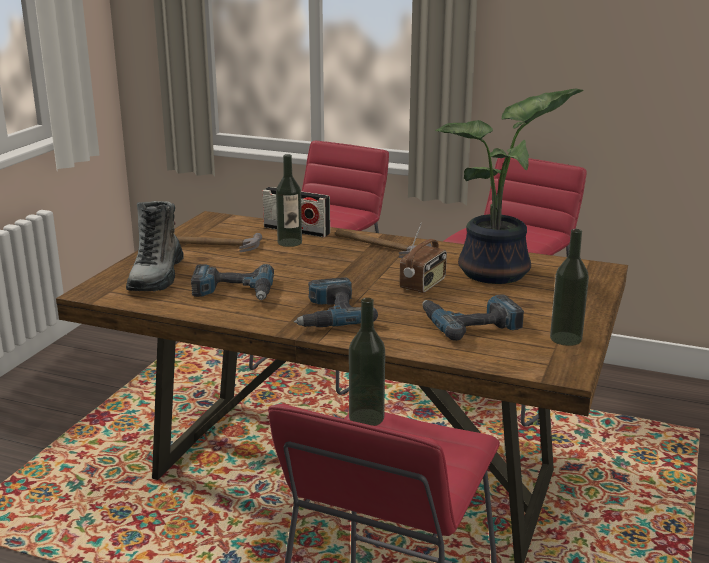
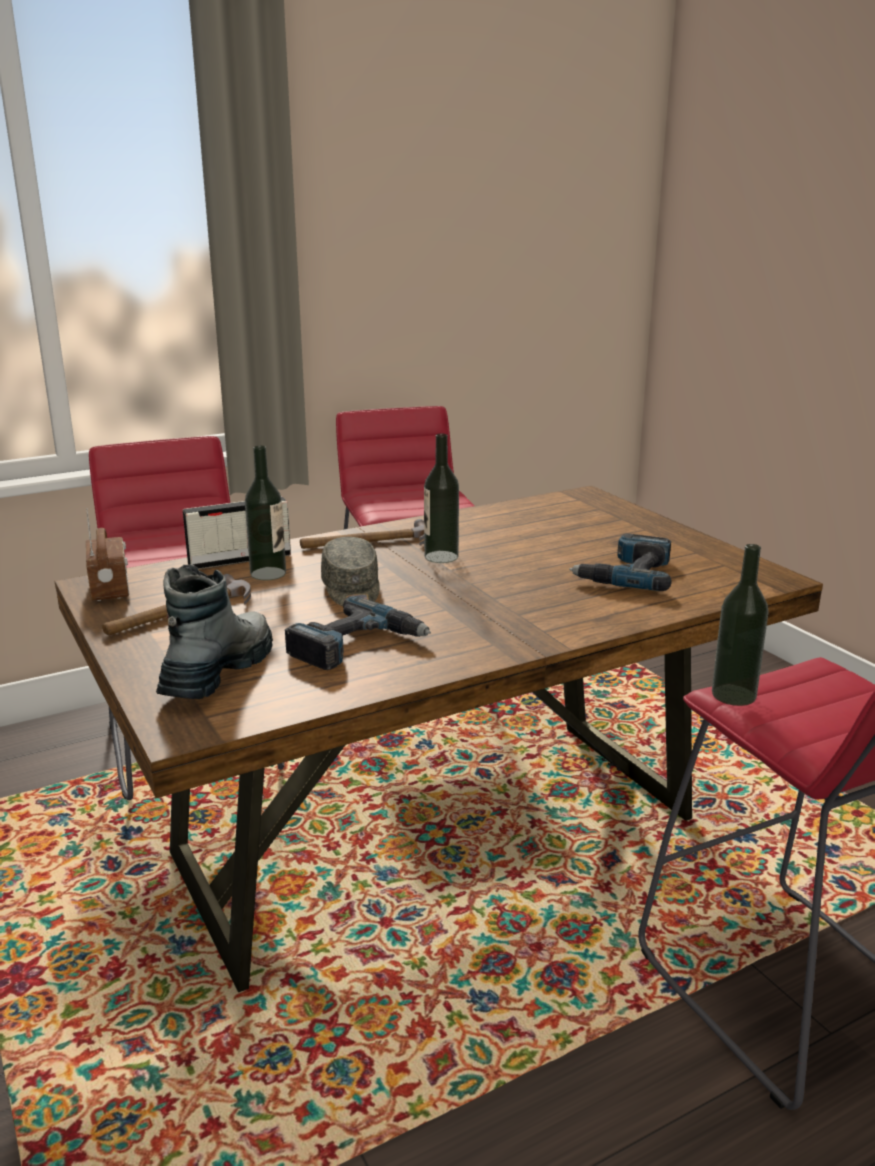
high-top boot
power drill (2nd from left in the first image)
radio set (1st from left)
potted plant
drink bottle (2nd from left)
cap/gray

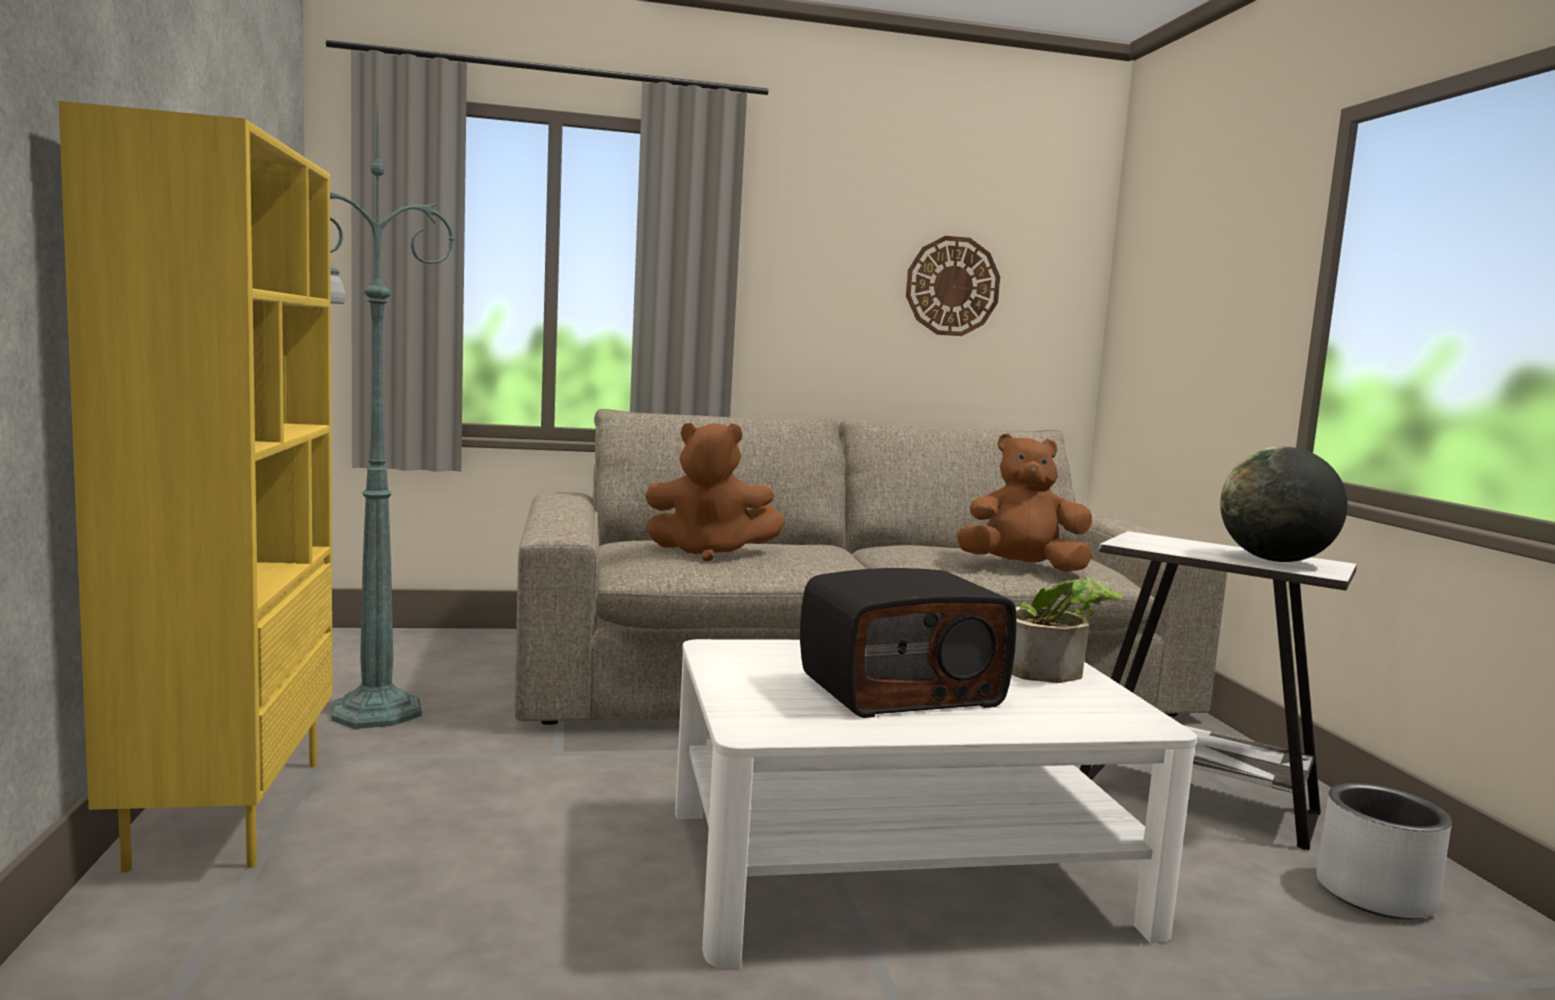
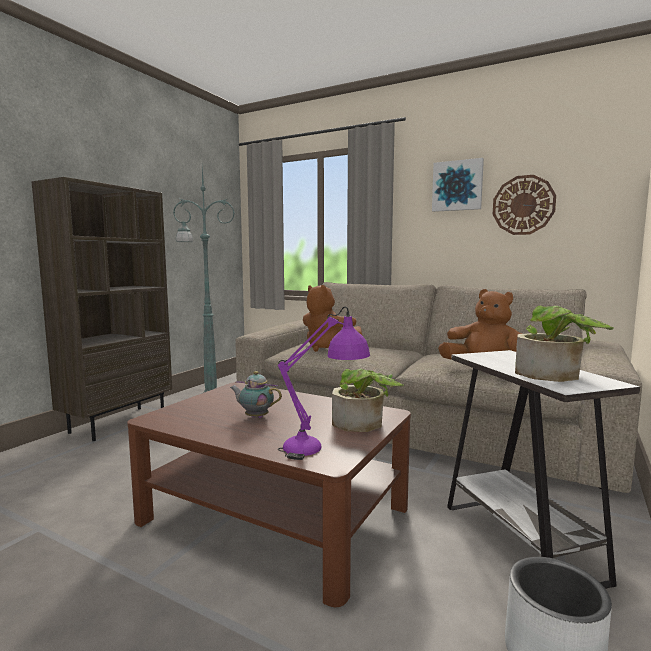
shelving unit/brownish
coffee table/brownish
teapot
potted plant (2nd from left)
table lamp/purple
picture

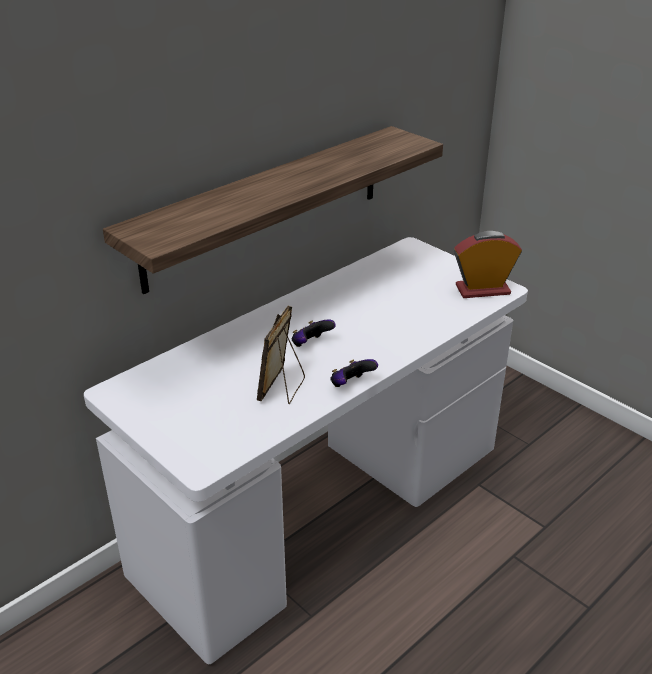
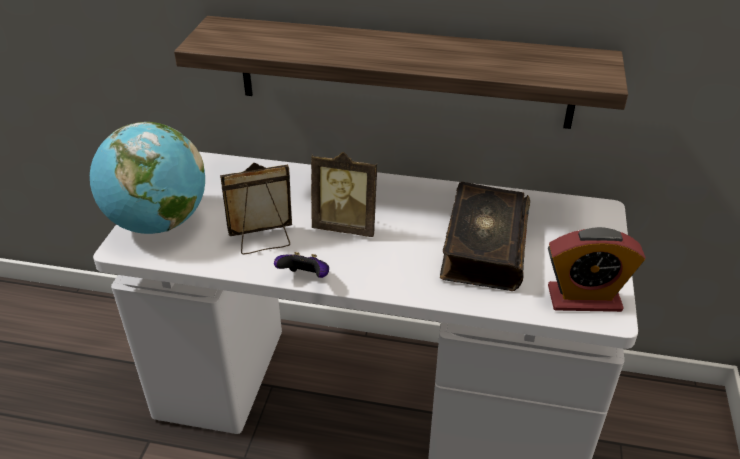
photo frame (2nd from left)
alarm clock
world globe
book

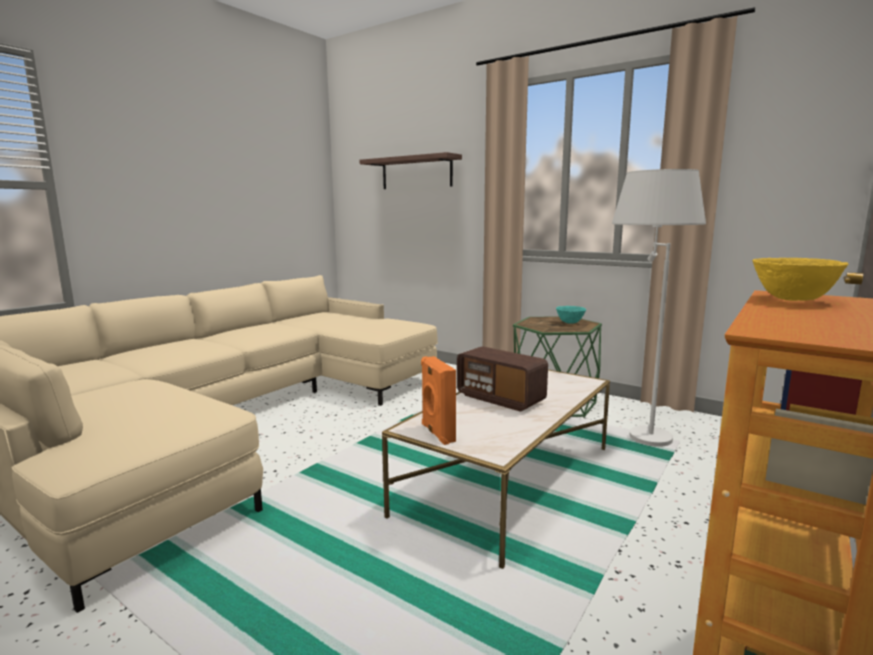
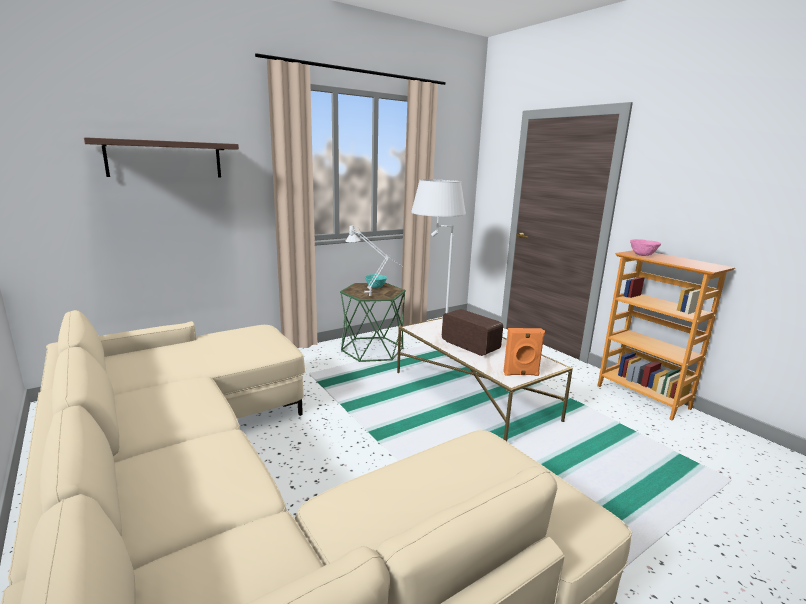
radio set
serving bowl/pink-coloured
table lamp/gray

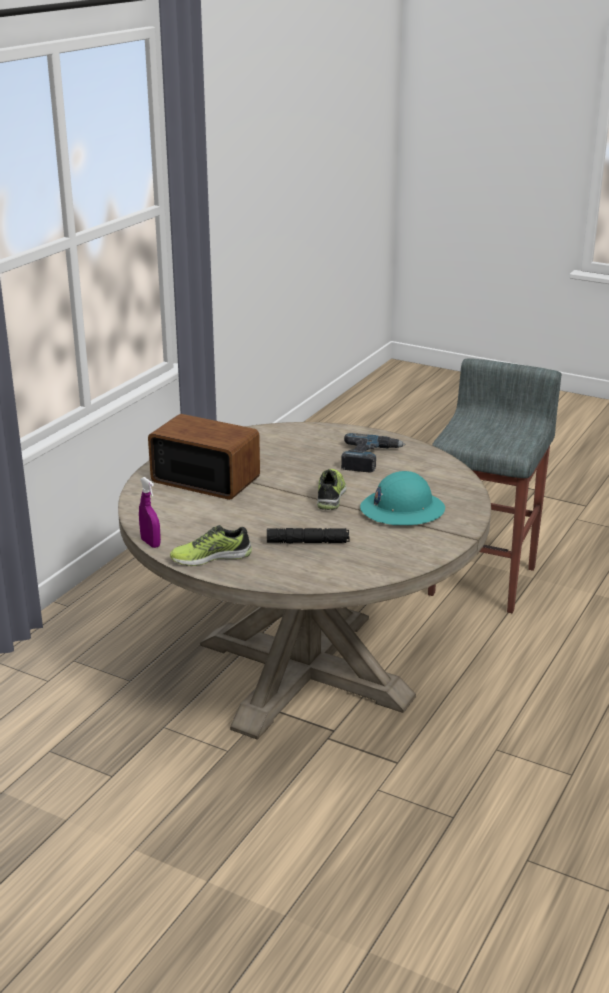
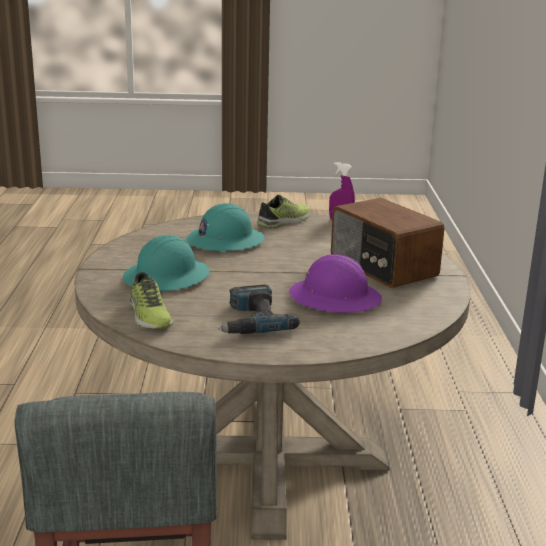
radio set
hard hat/turquoise-coloured (2nd from left)
item of footwear (1st from left)
hard hat/purple

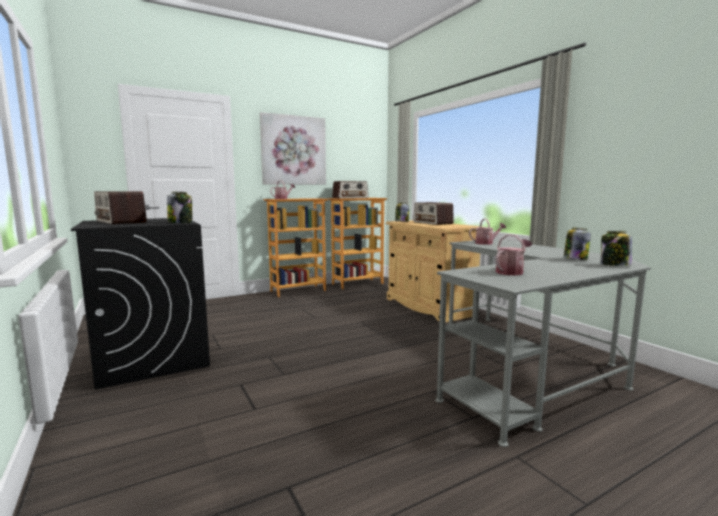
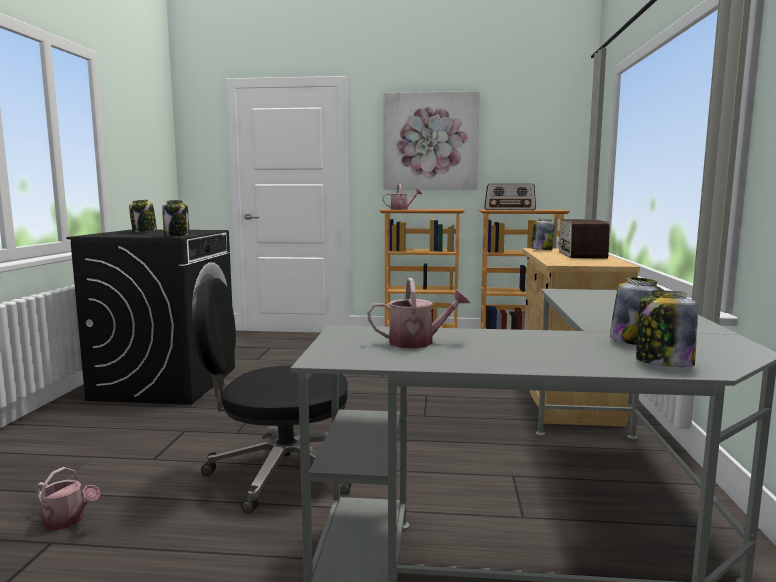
storage jar (1st from left)
sprinkling can (1st from left)
computer chair/black-coloured

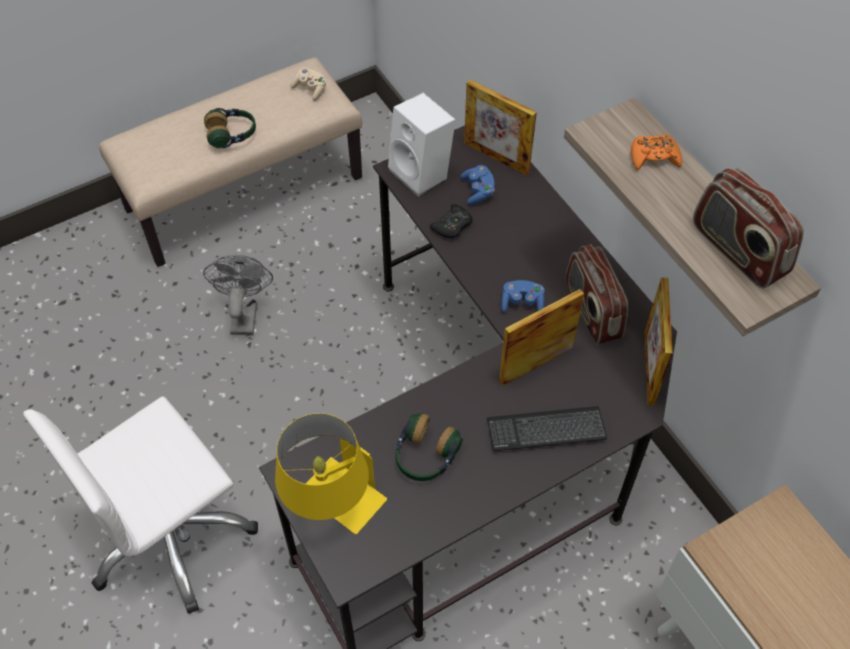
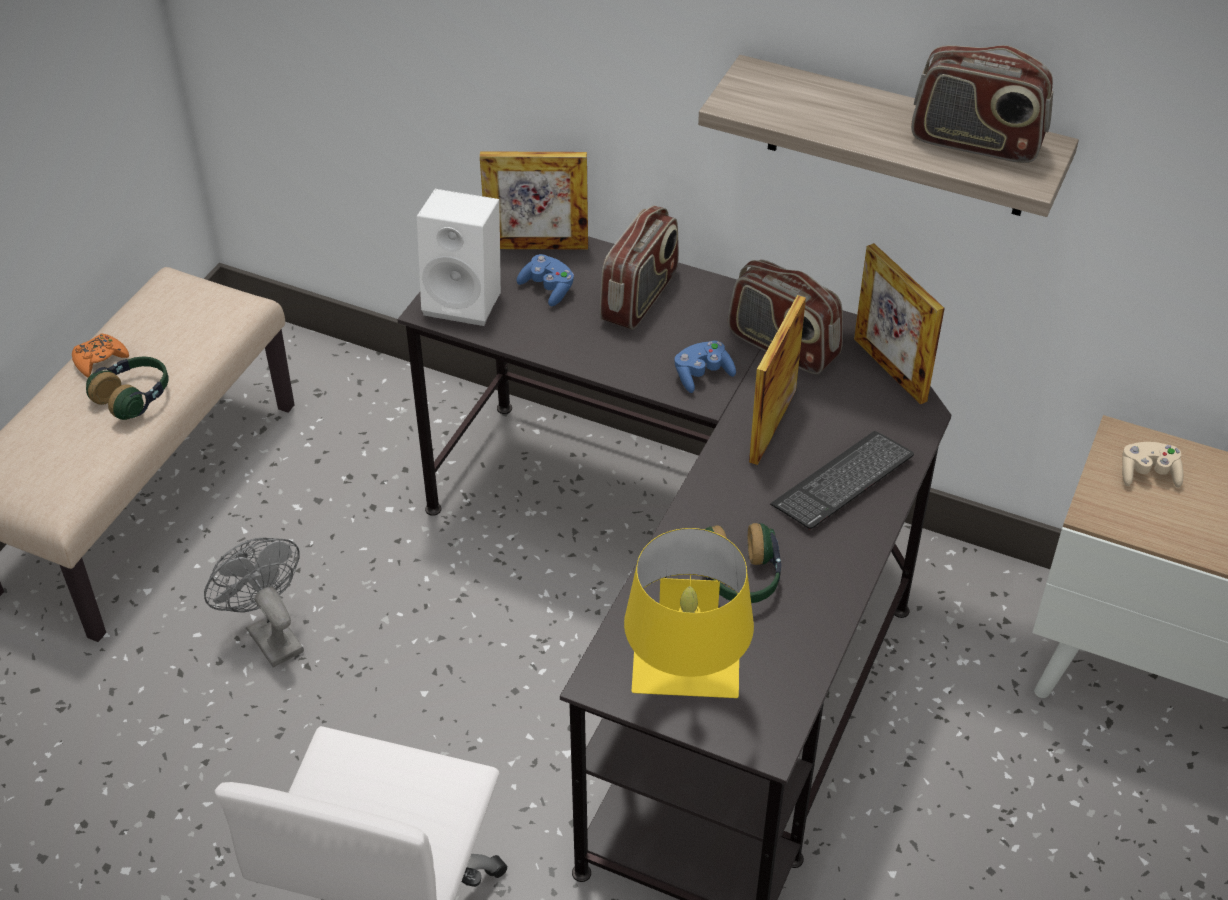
game controller/beige-coloured
game controller/black-coloured
game controller/orange
radio set (1st from left)

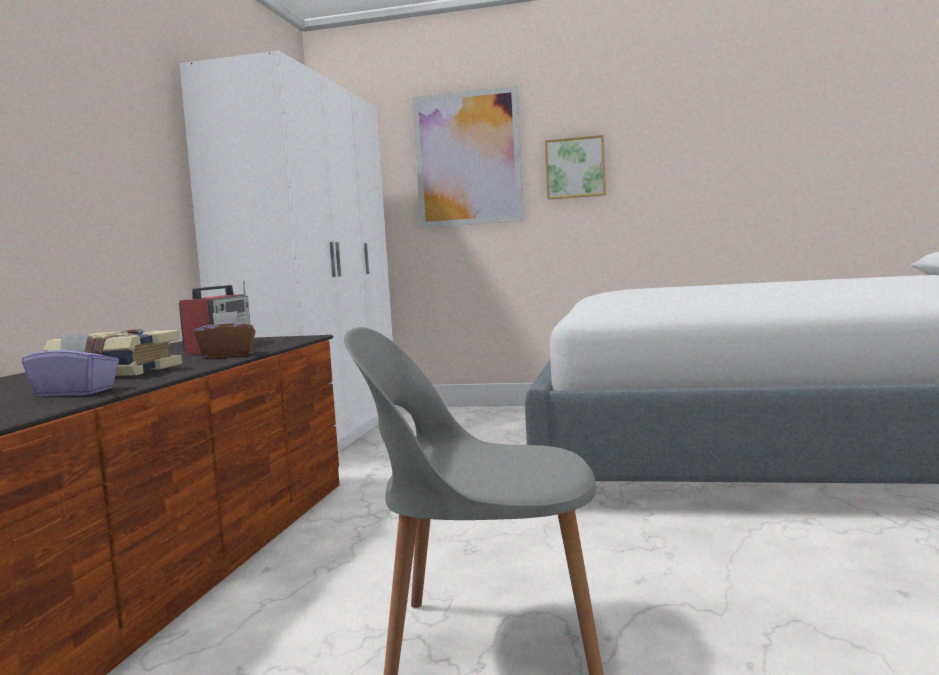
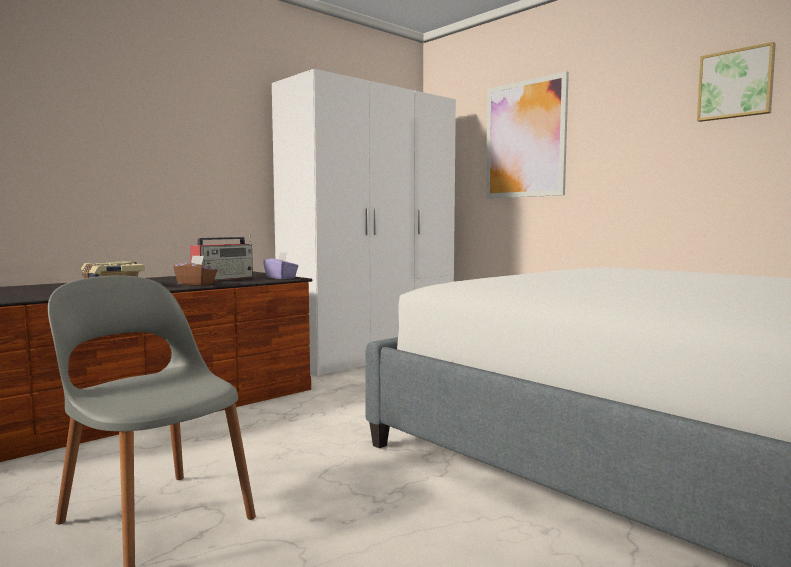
tissue box/purple
picture (2nd from left)

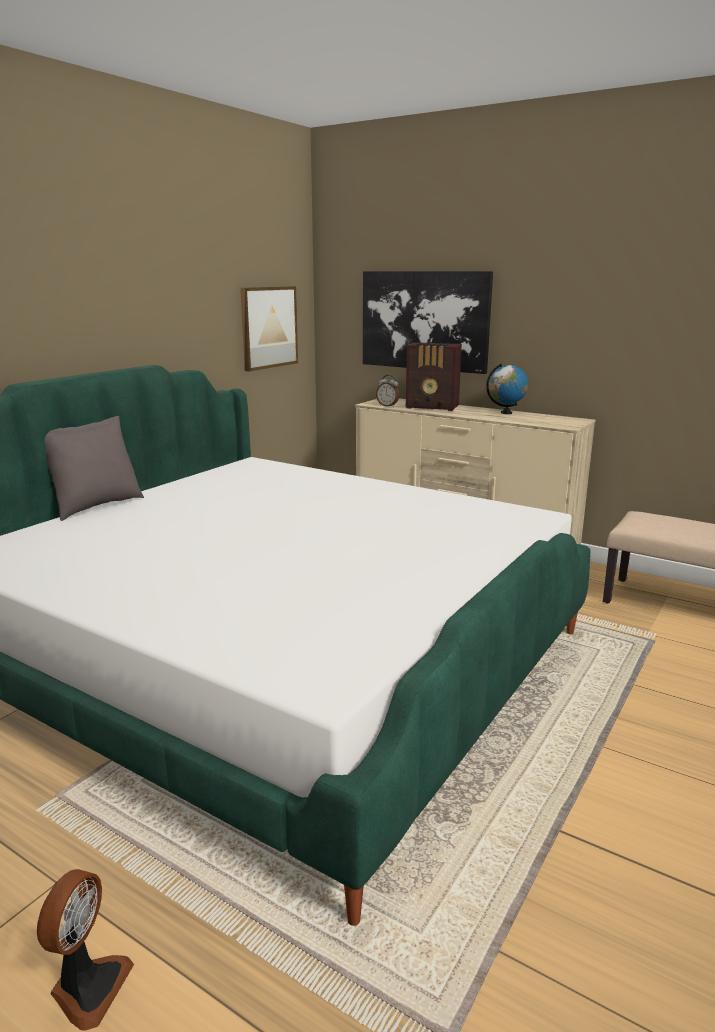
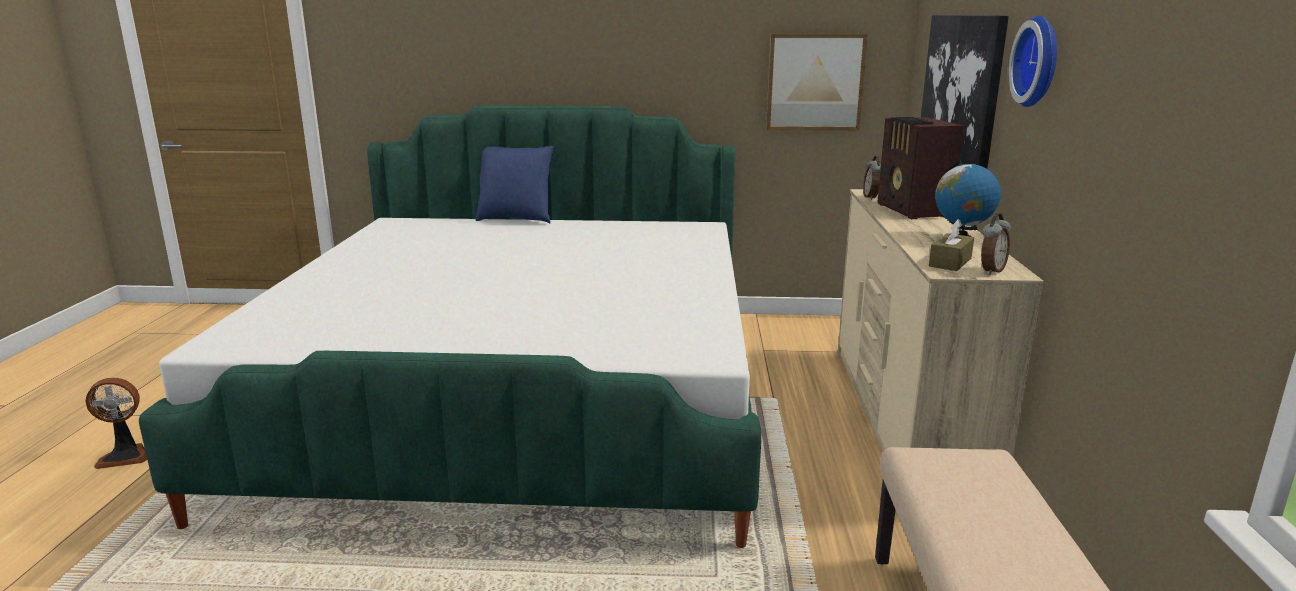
pillow/blue-coloured
tissue box/brownish
alarm clock (2nd from left)
hanging clock

